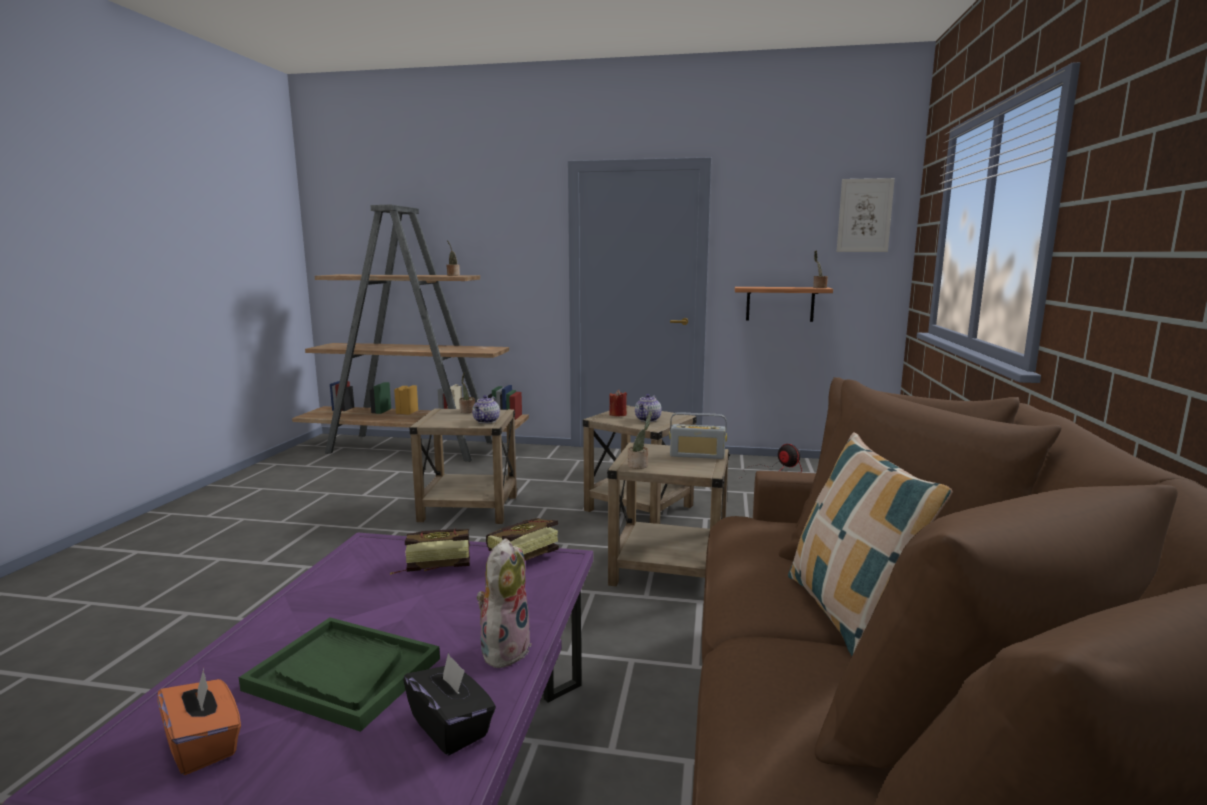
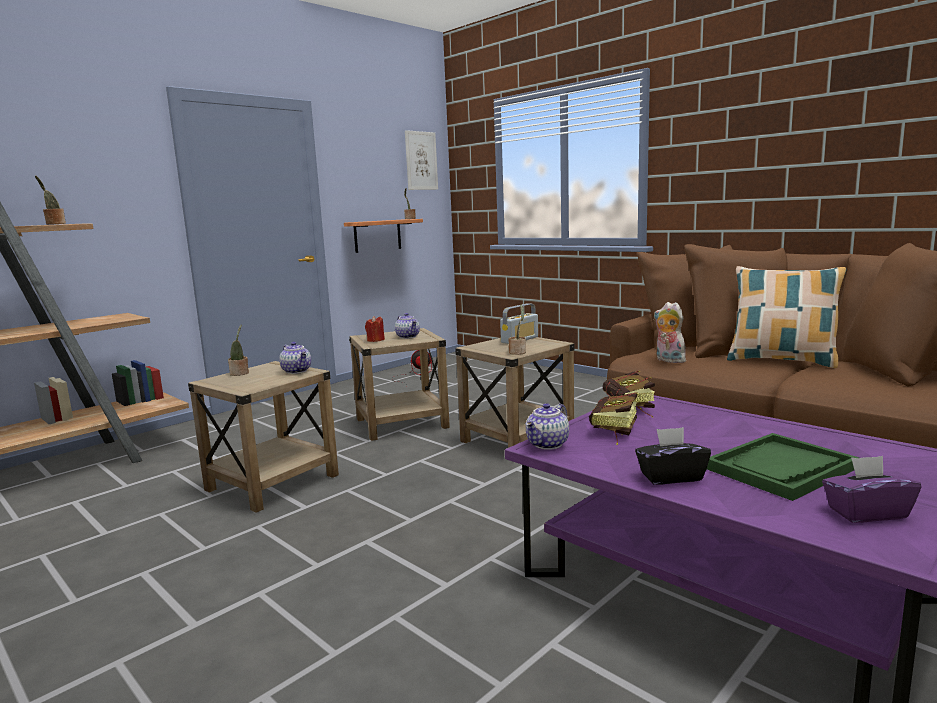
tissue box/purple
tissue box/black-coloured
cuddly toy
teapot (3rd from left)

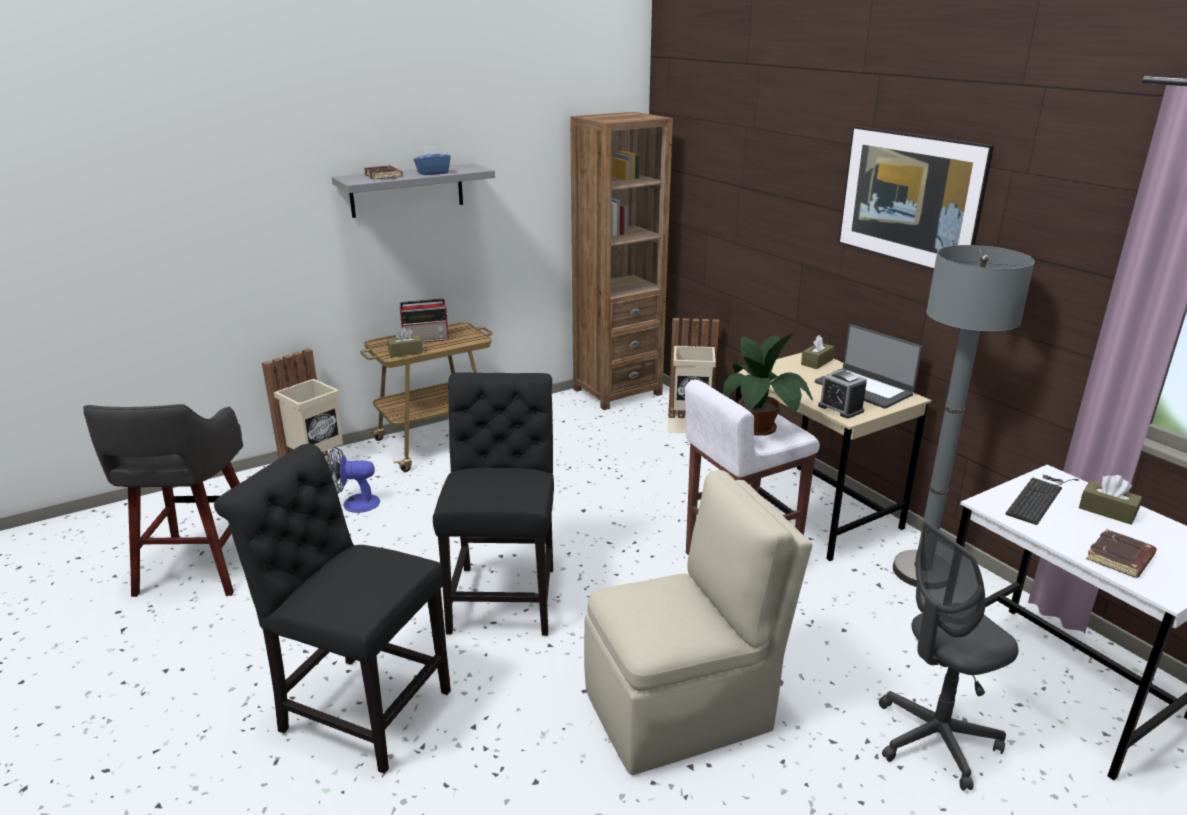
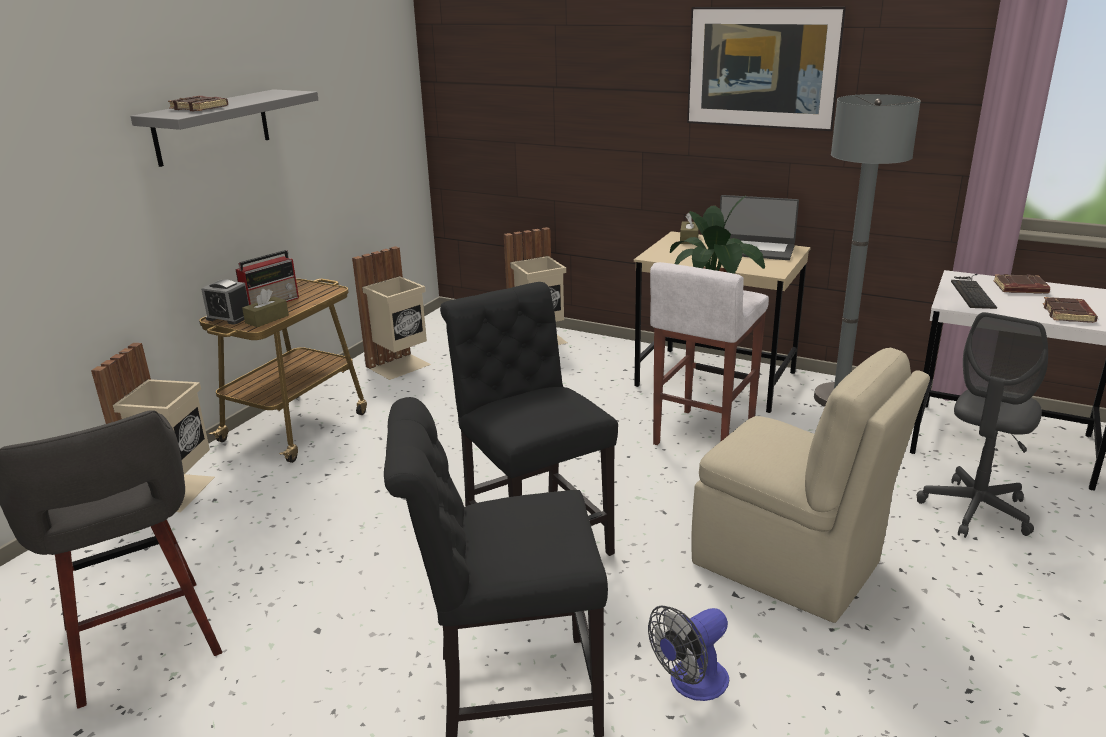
electric fan
tissue box/blue-coloured
shelving unit/brownish
chair/beige-coloured
alarm clock
book/brownish (2nd from left)
rubbish bin/beige-coloured (2nd from left)

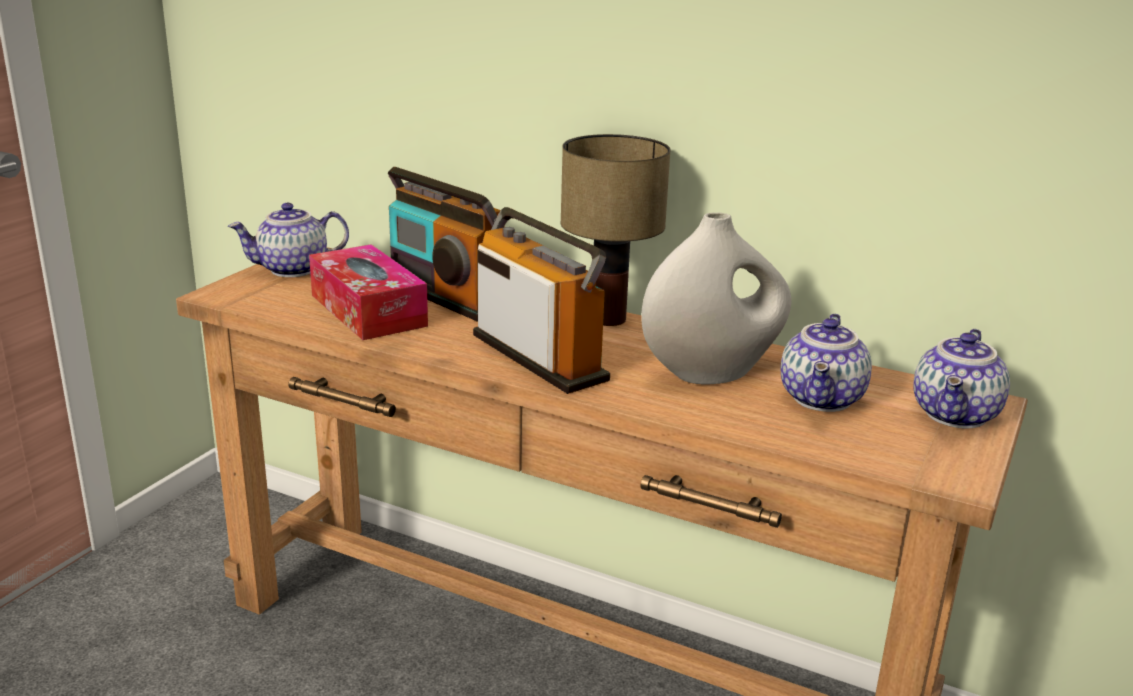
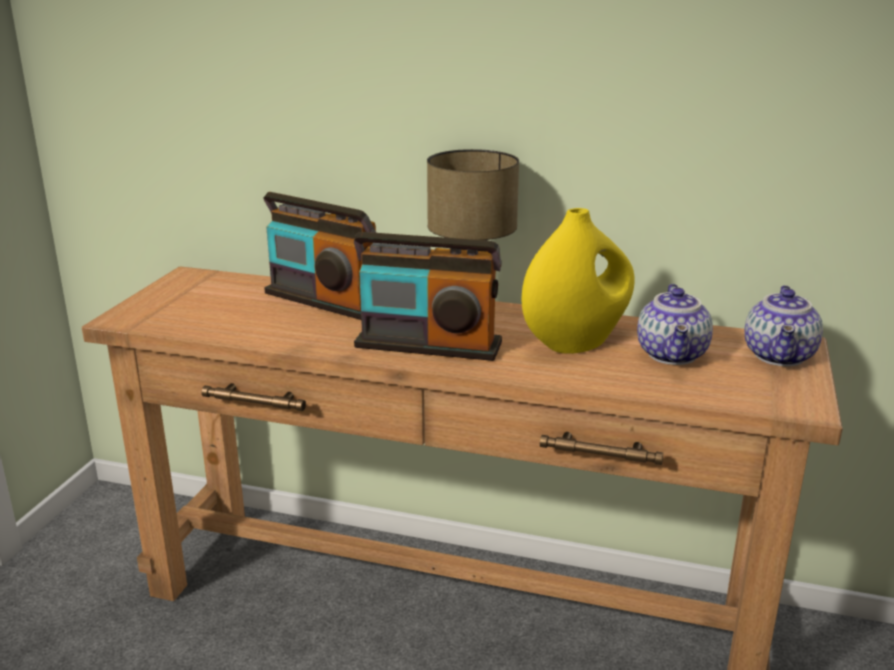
teapot (1st from left in the first image)
tissue box
radio set (2nd from left)
vase/yellowish

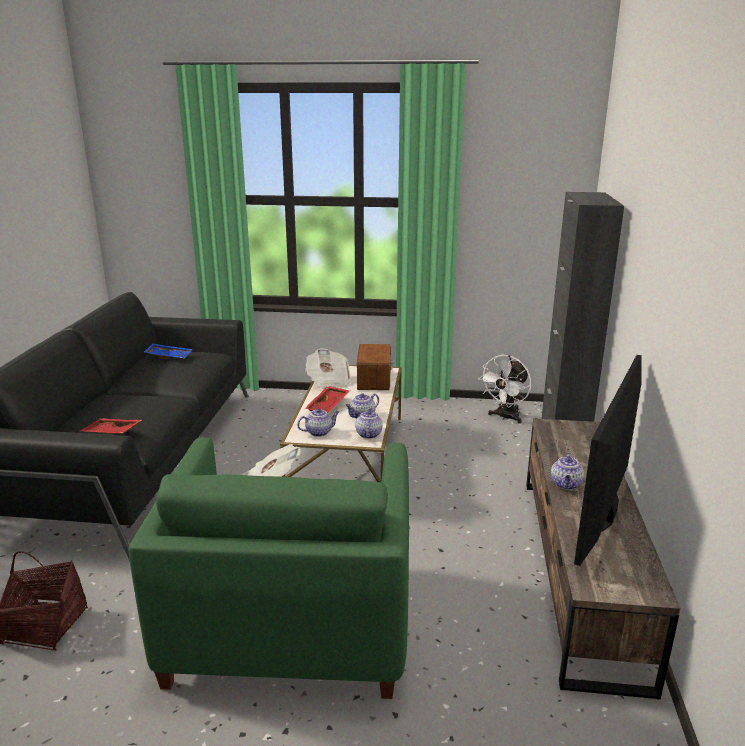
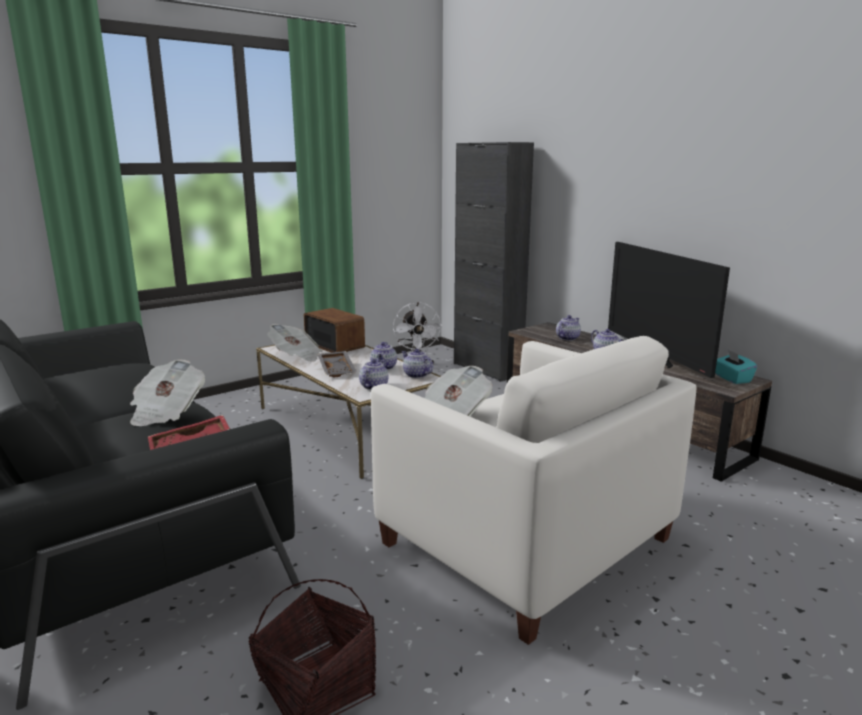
armchair/white
carrying tray/blue-coloured
carrying tray/gray
daily paper (1st from left)
teapot (4th from left)
tissue box/turquoise-coloured

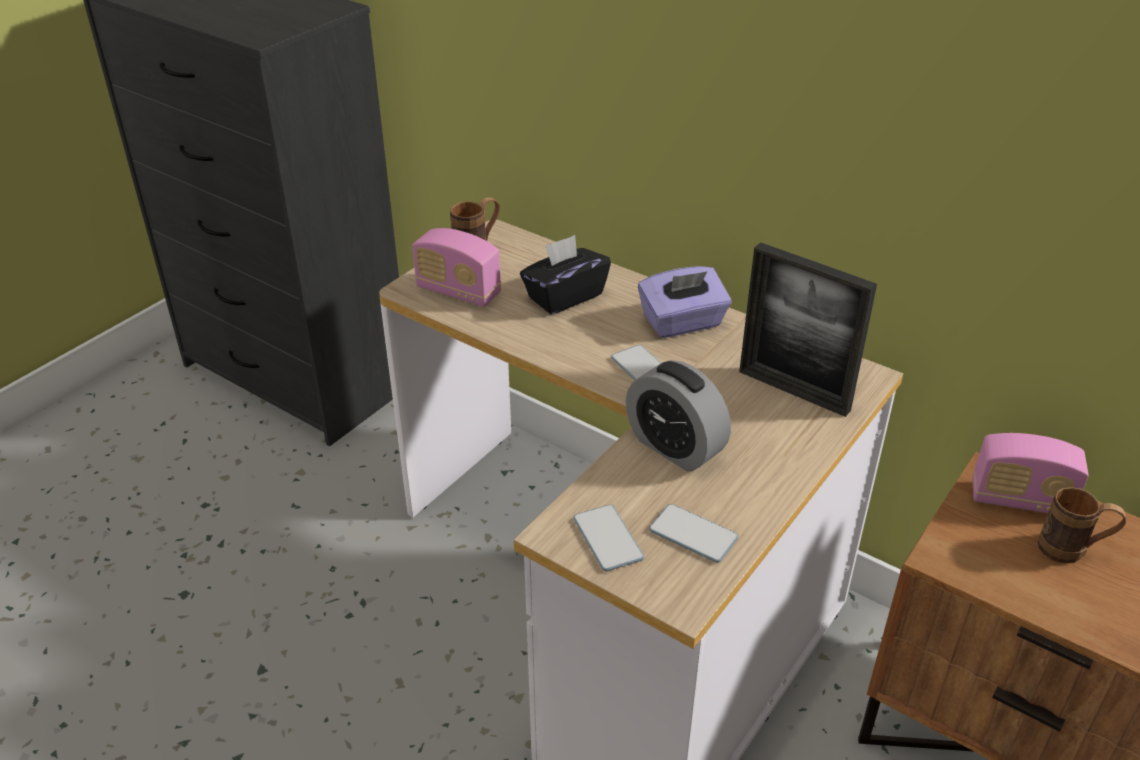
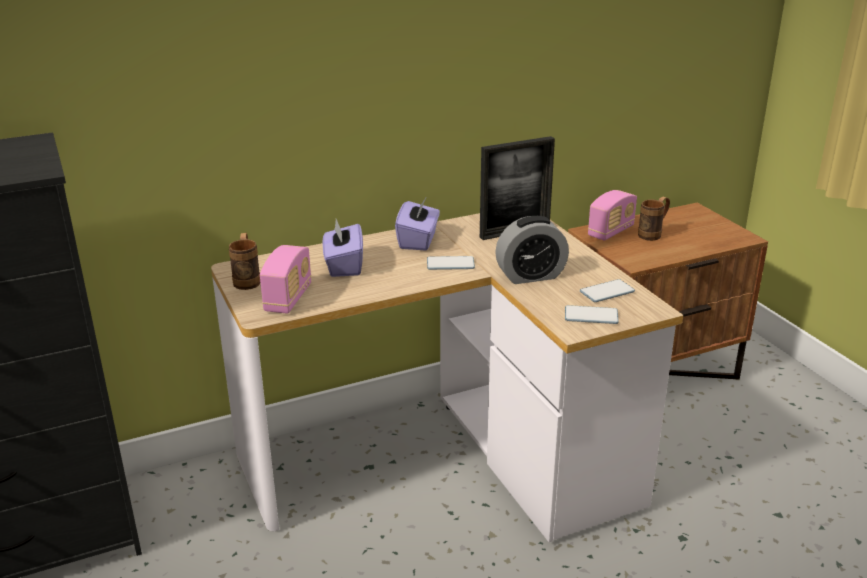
radio set (1st from left)
tissue box/purple (1st from left)

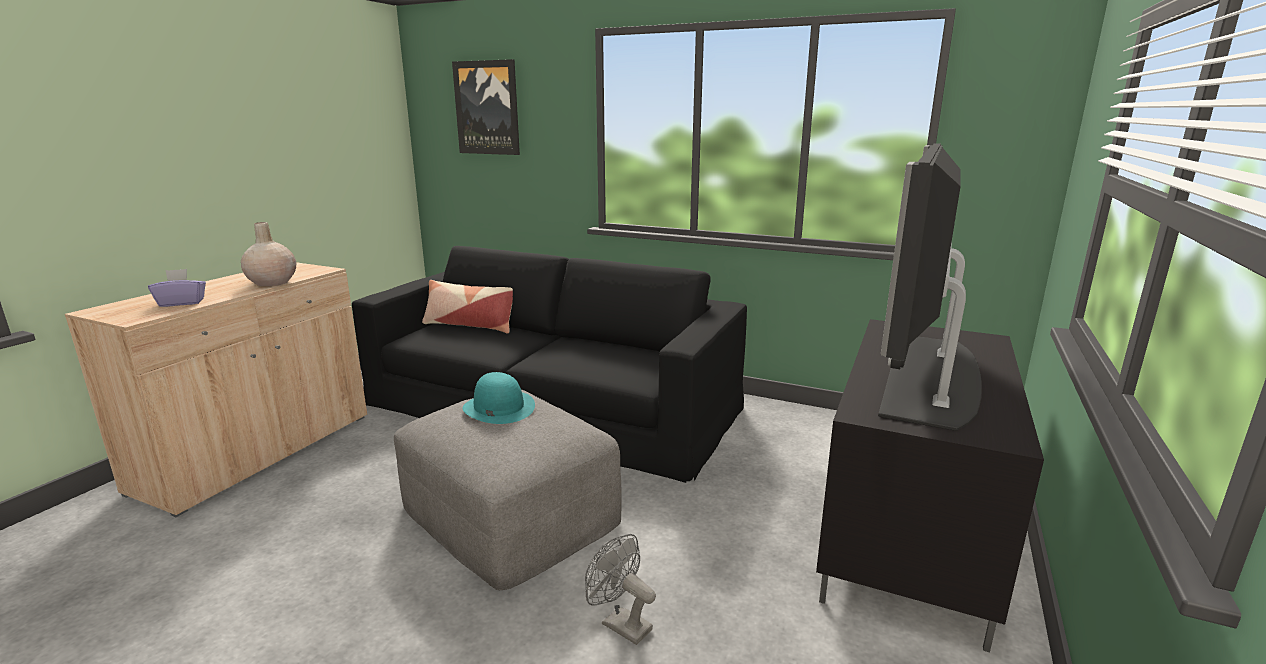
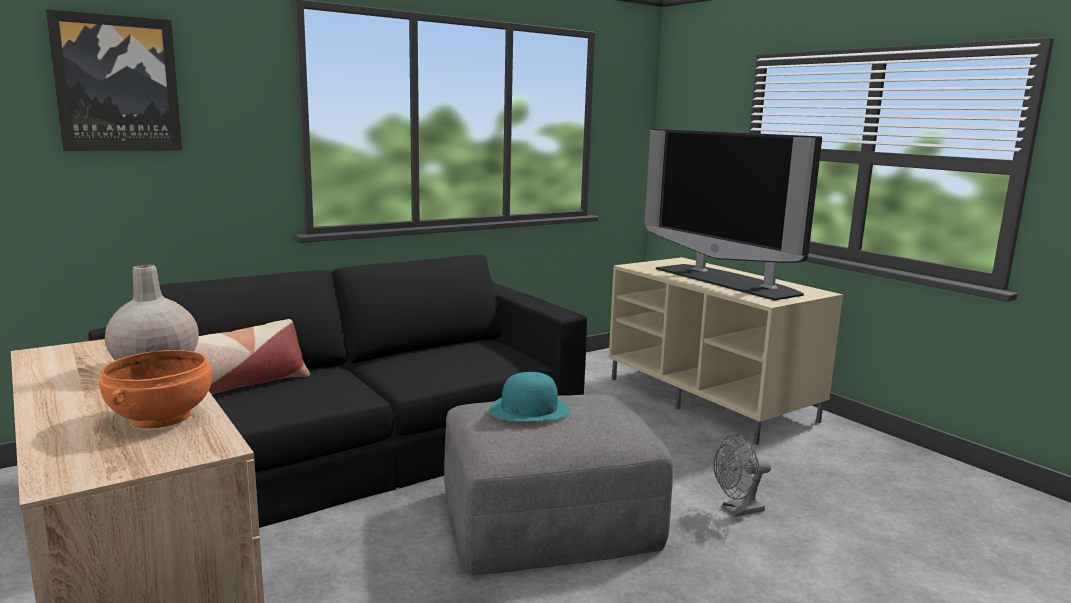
serving bowl/orange
tv stand/beige-coloured

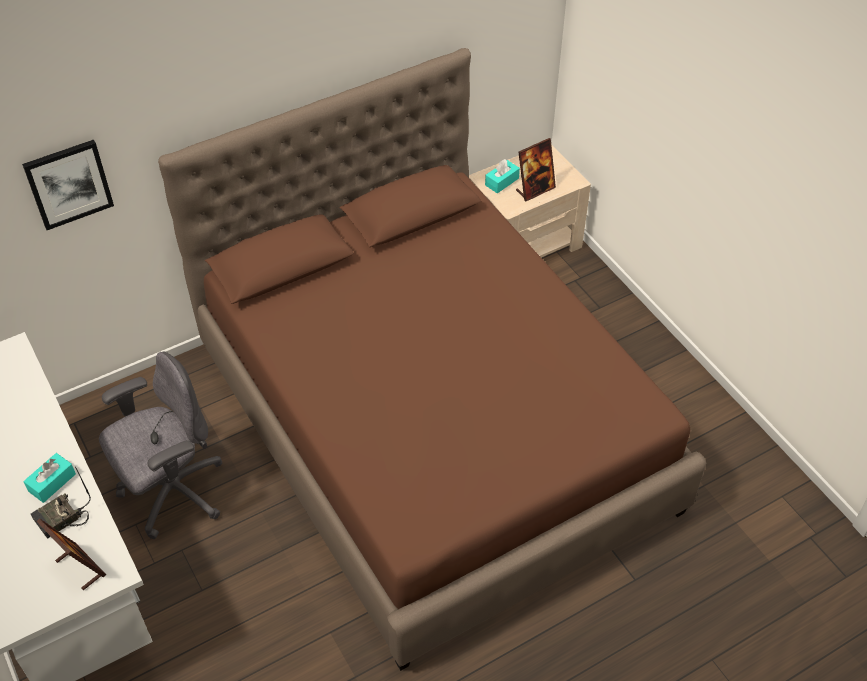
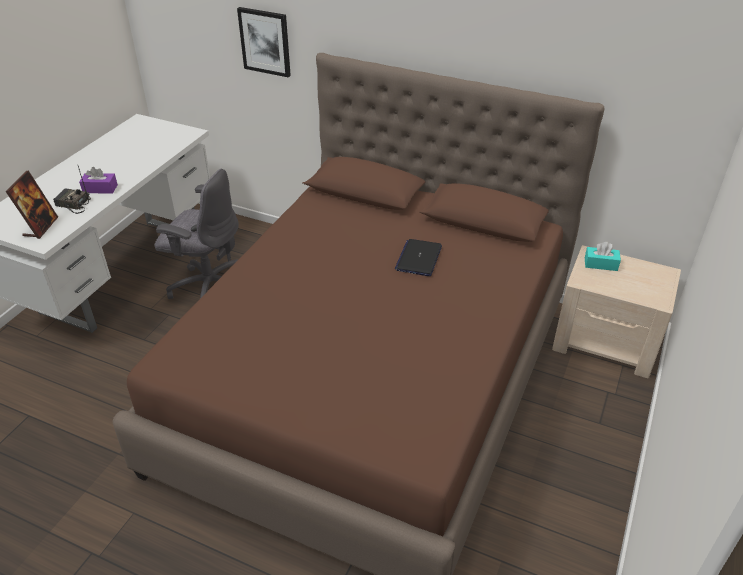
tissue box/purple
photo frame (2nd from left in the first image)
portable computer

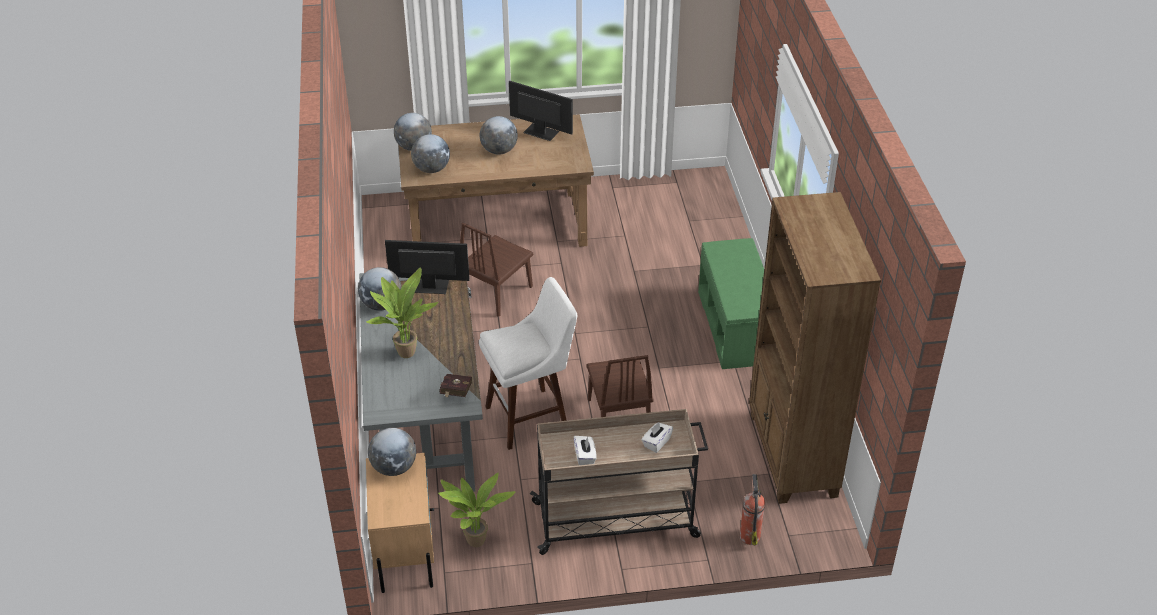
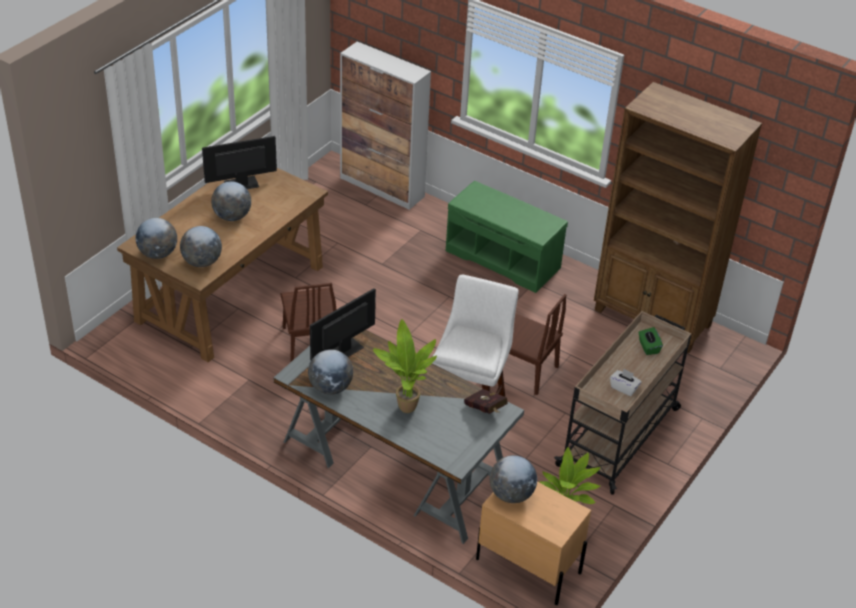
tissue box/green
extinguisher
cupboard

